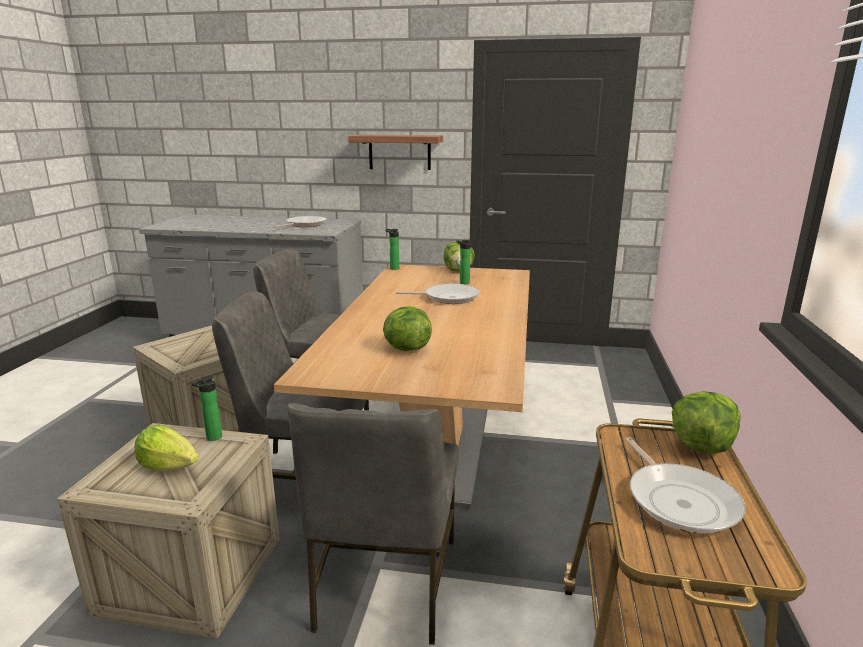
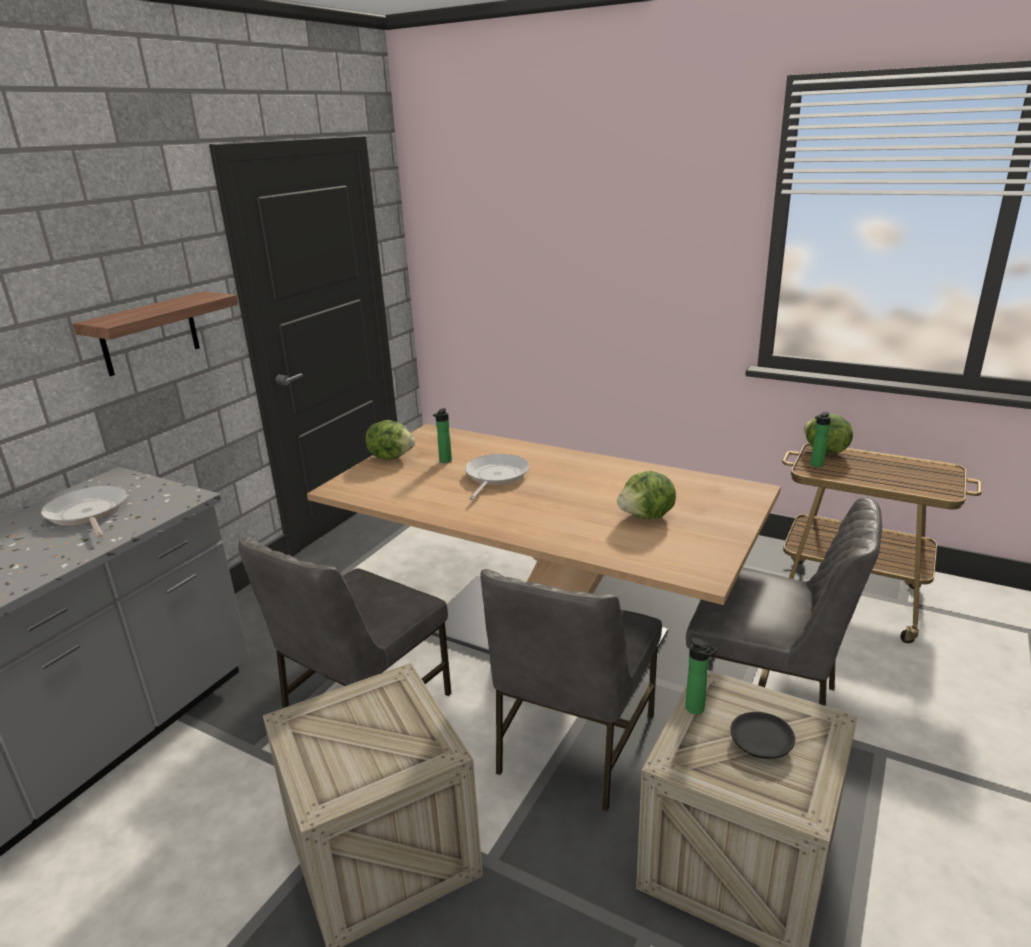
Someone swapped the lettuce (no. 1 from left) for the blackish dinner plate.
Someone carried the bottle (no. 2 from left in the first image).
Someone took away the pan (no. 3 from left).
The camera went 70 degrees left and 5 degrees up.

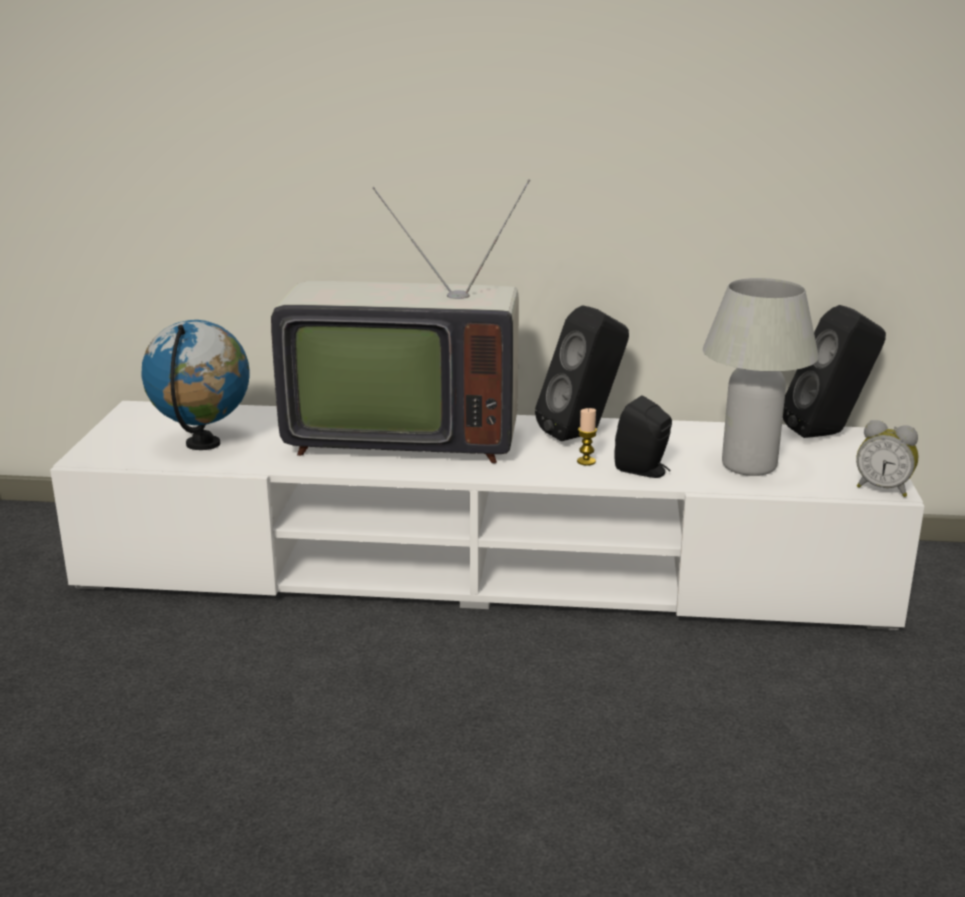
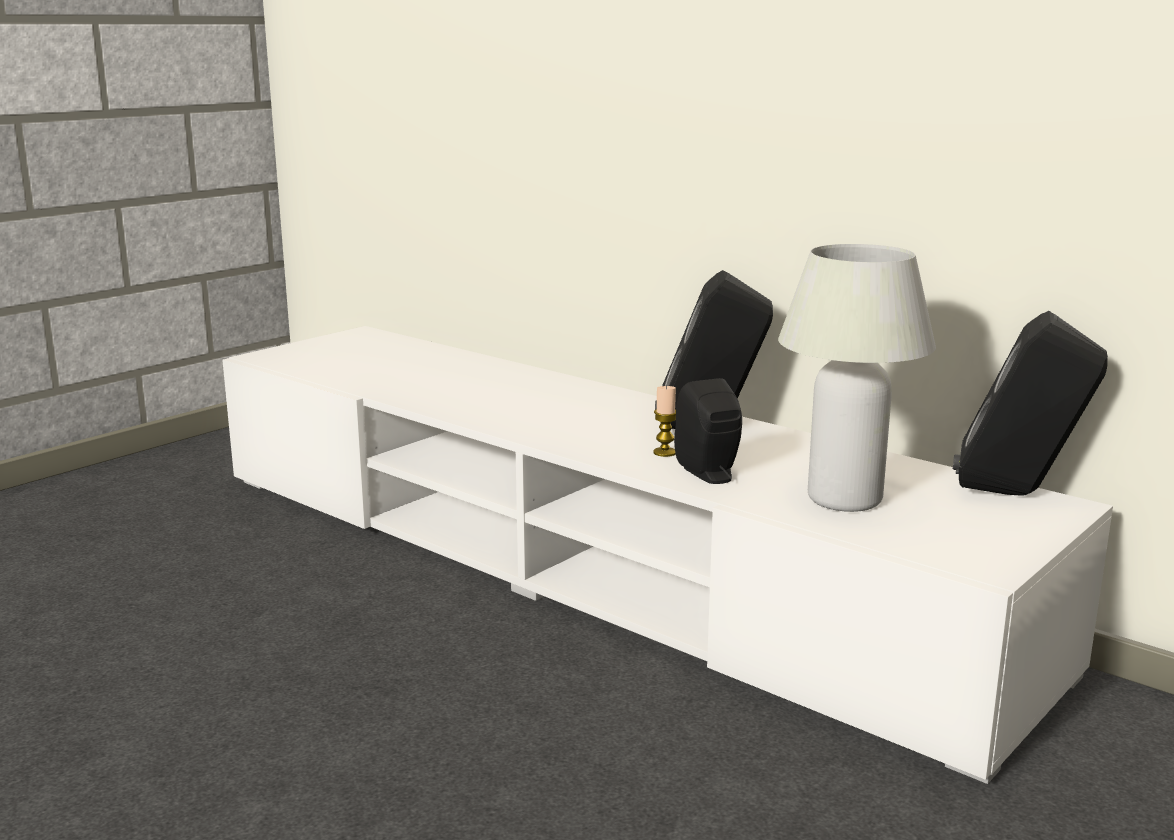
Someone took away the desk globe.
Someone took away the TV.
Someone took away the bedside clock.
The camera went 35 degrees right and 5 degrees down.

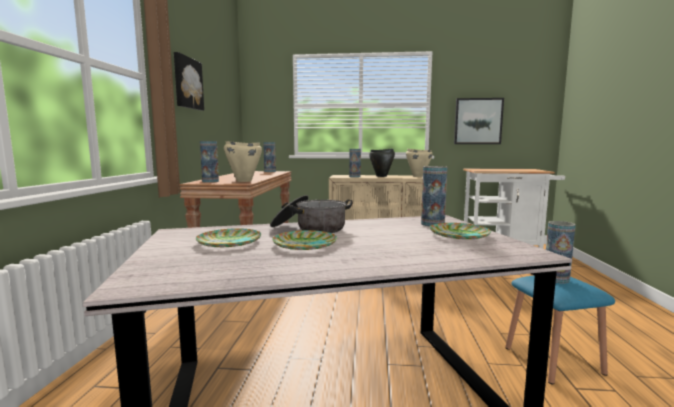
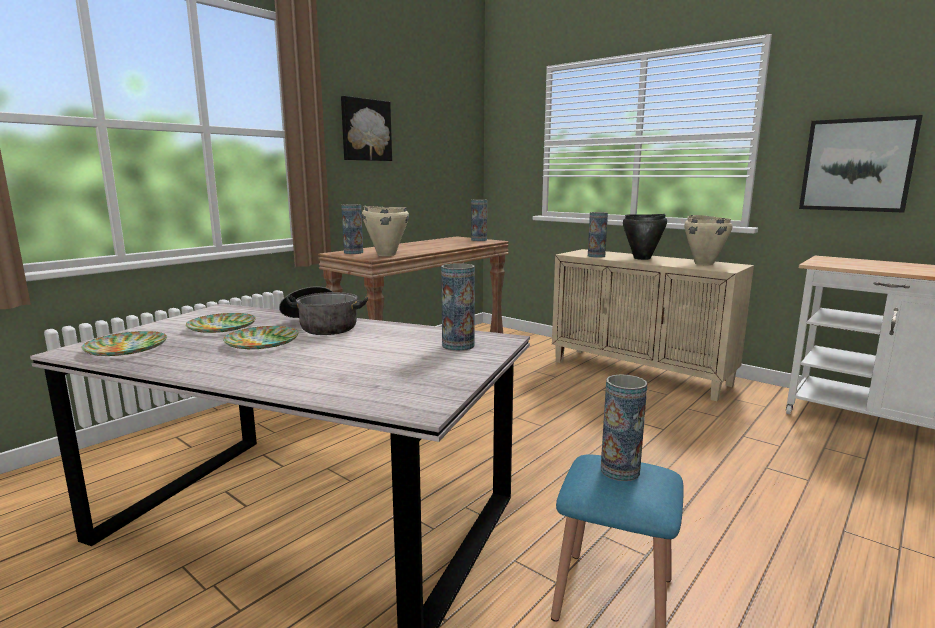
Someone carried the dinner plate (no. 3 from left in the first image).
The camera went 35 degrees right and 5 degrees up.

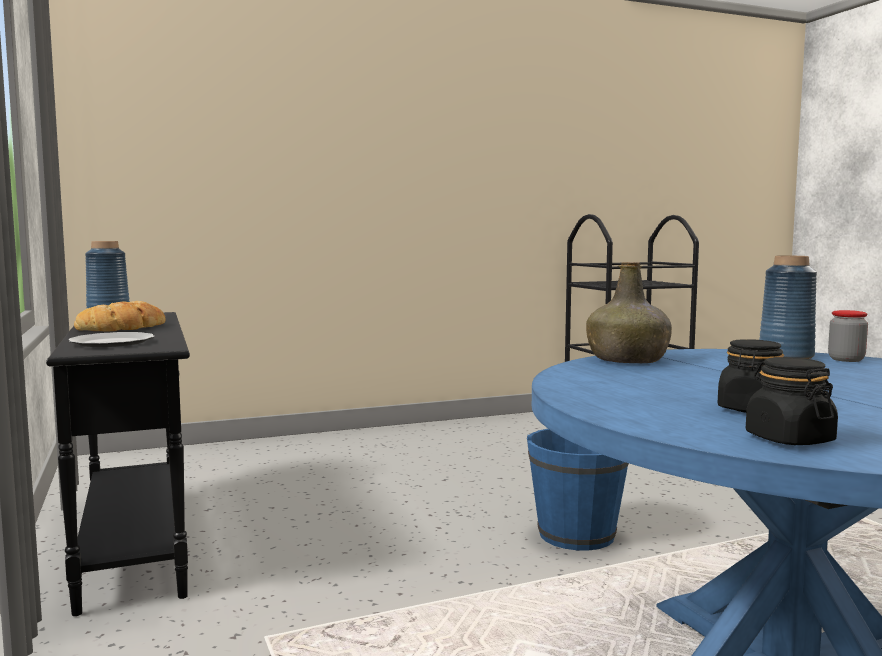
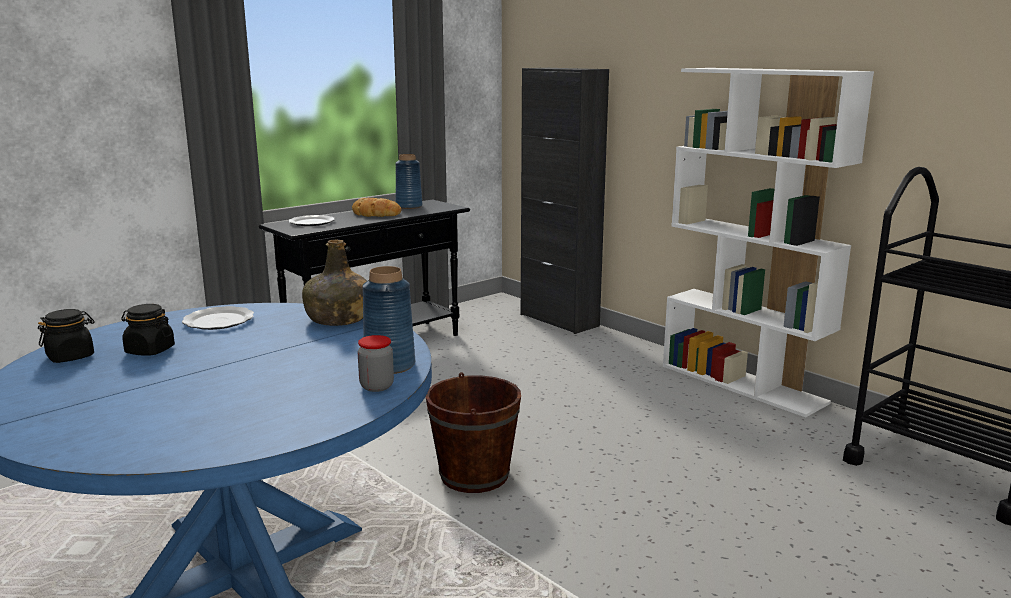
Someone put down the dinner plate (no. 1 from left).
Someone repainted the bluish pail, which became the brown pail.
Someone put down the blackish cupboard.
Someone put down the white shelving unit.
The camera went 70 degrees right and 10 degrees up.

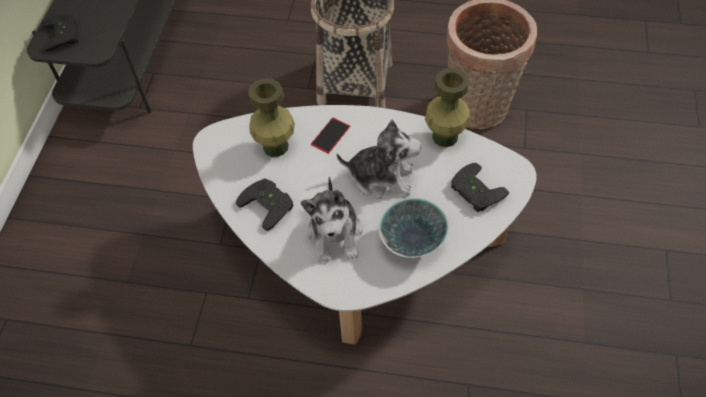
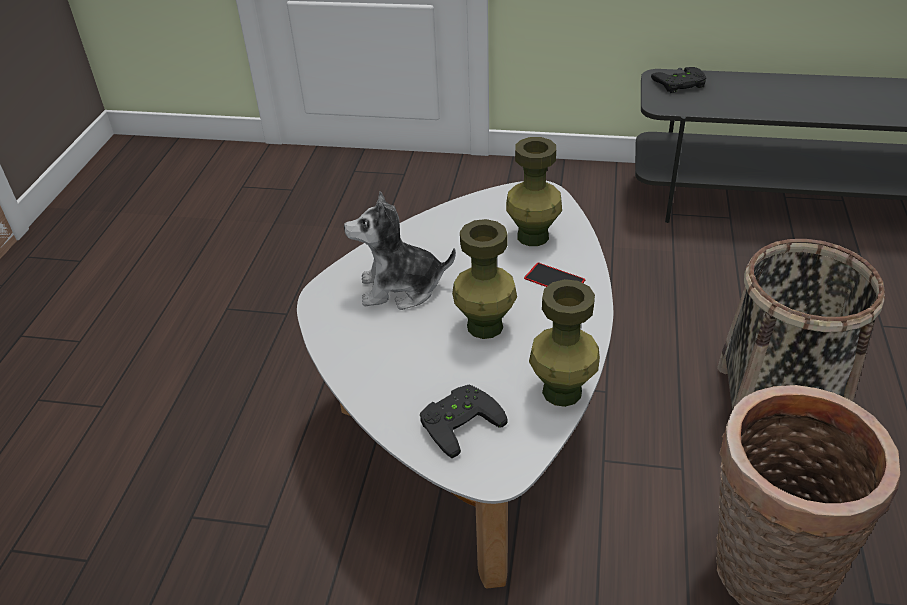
Someone swapped the soft toy (no. 2 from left) for the green-coloured vase (no. 1 from left).
Someone took away the blackish game controller (no. 2 from left).
Someone took away the serving bowl.
The camera went 90 degrees right and 15 degrees down.

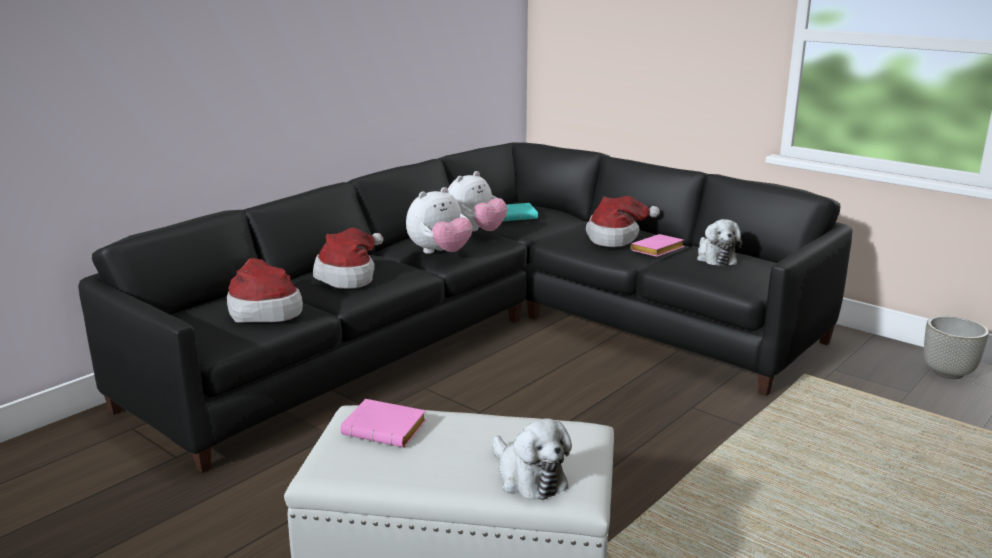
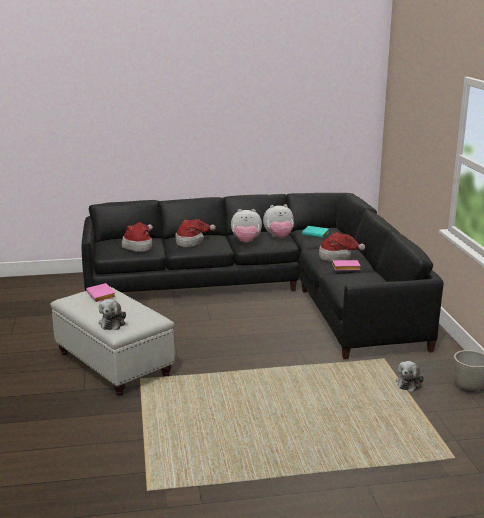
Someone carried the soft toy (no. 4 from left).
The camera went 40 degrees right and 0 degrees up.

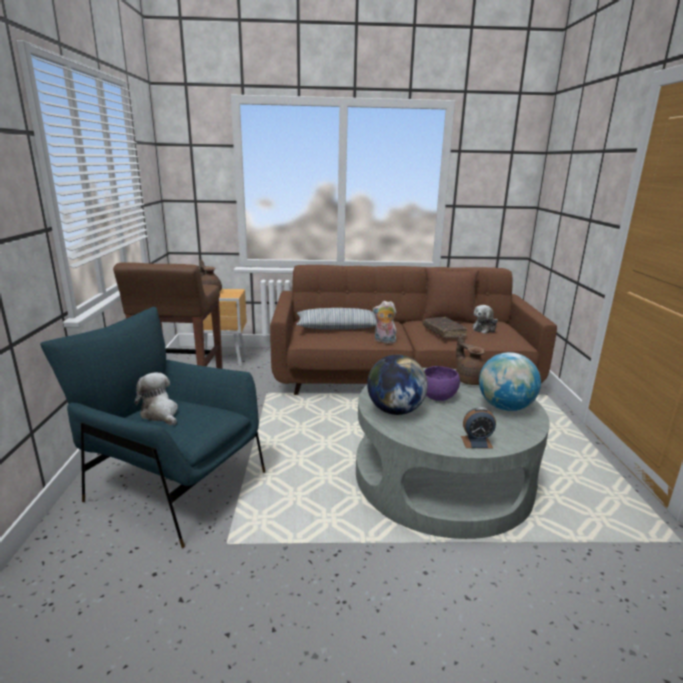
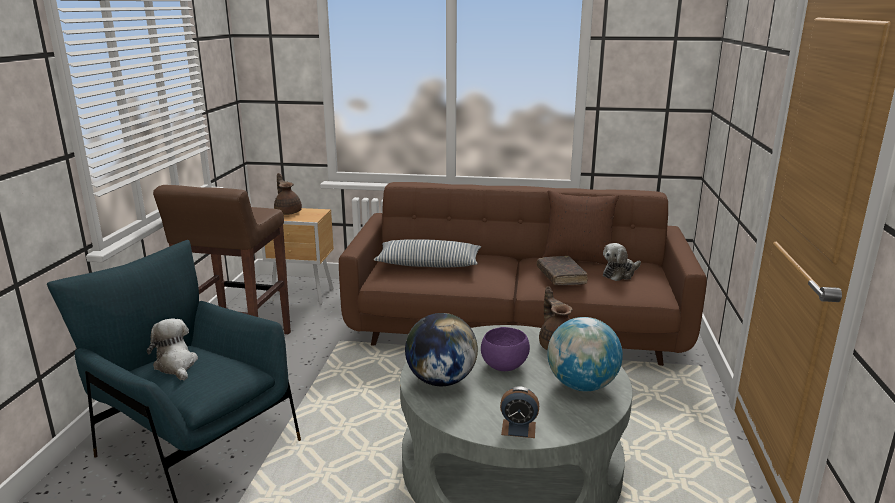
Someone took away the soft toy (no. 2 from left).
The camera went 10 degrees right and 0 degrees up.

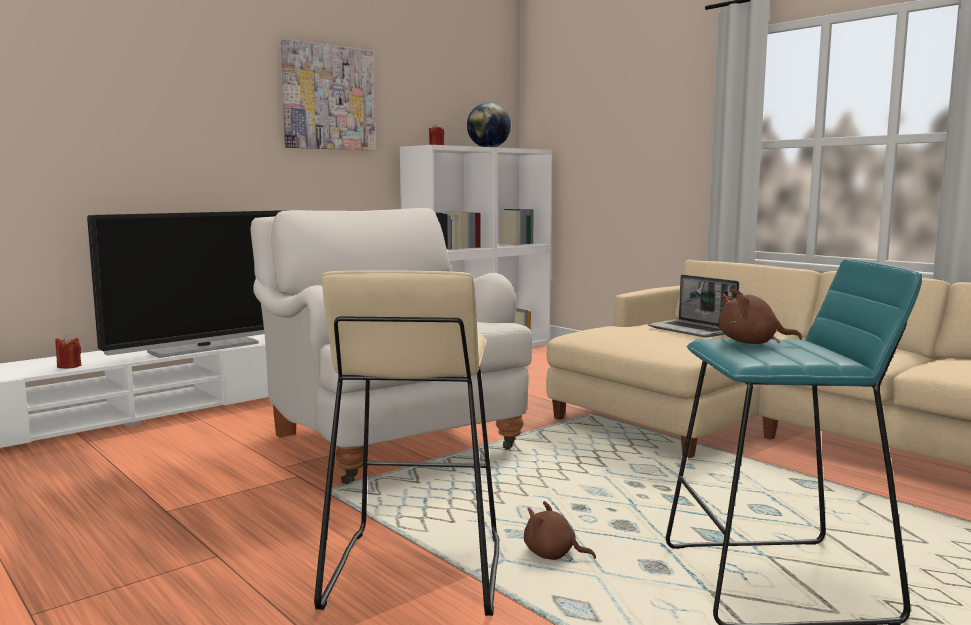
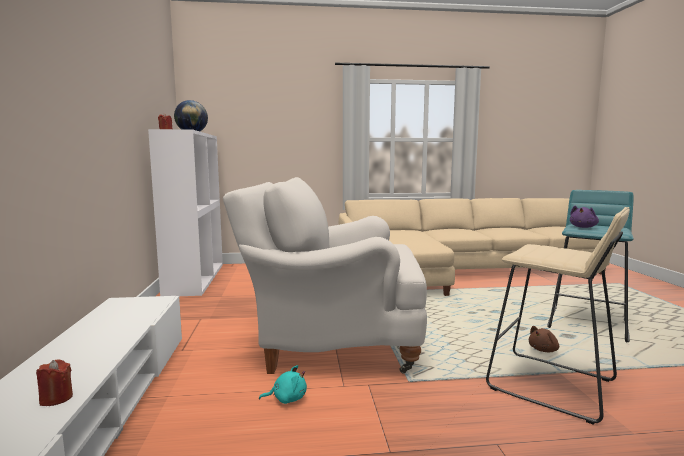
Someone put down the turquoise soft toy.
Someone repainted the brown soft toy (no. 2 from left), which became the purplish soft toy.
Someone took away the TV.
Someone took away the wall art.
Someone took away the portable computer.
The camera went 55 degrees left and 0 degrees up.

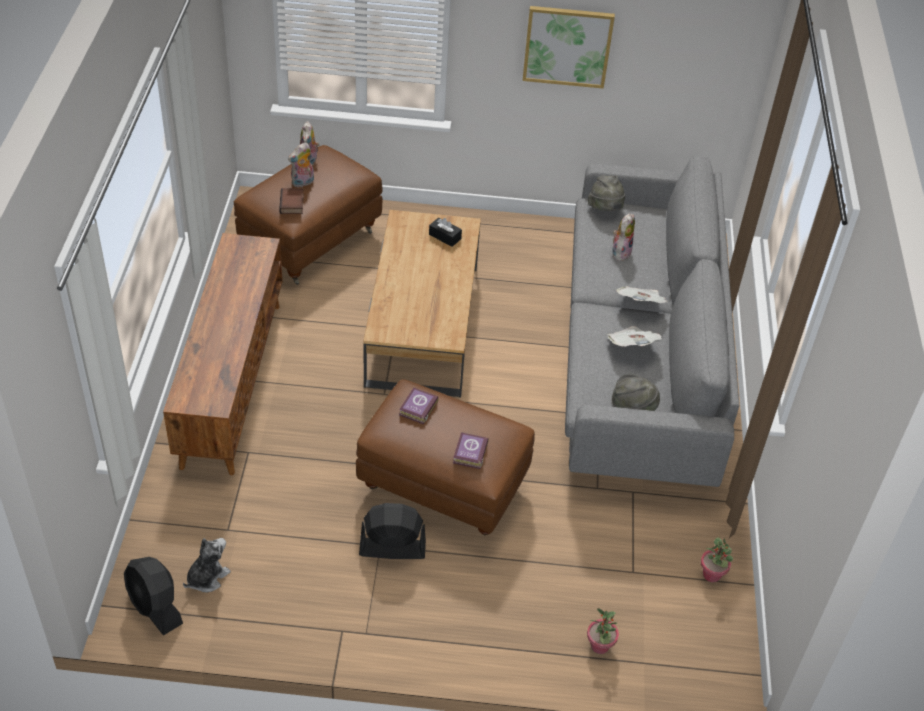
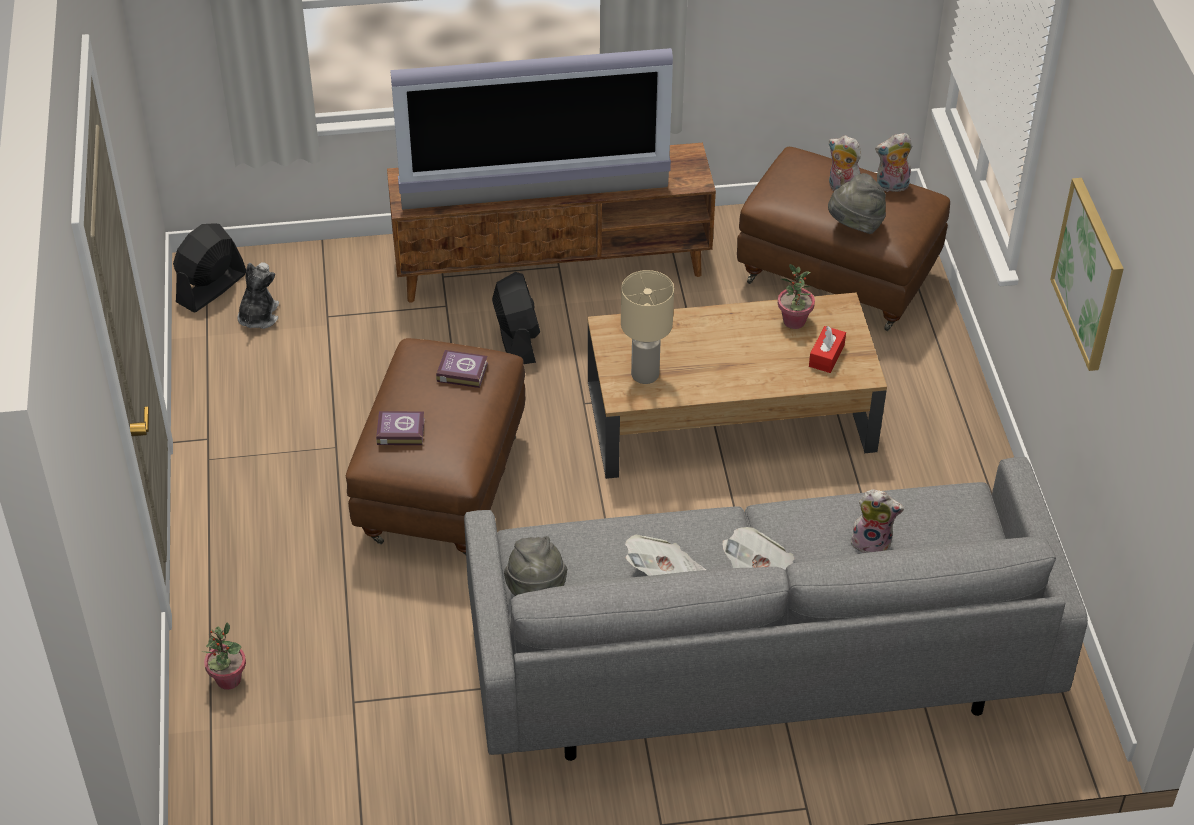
Someone rotated the soft toy (no. 1 from left) by 105 degrees counterclockwise.
Someone put down the TV.
Someone carried the blackish fan (no. 2 from left).
Someone put down the beige tabletop lamp.
Someone carried the potted plant (no. 2 from left).
Someone repainted the blackish tissue holder, which became the red tissue holder.
Someone carried the grey clothing hat (no. 1 from left in the first image).
Someone took away the book (no. 1 from left).
The camera went 80 degrees right and 0 degrees up.

